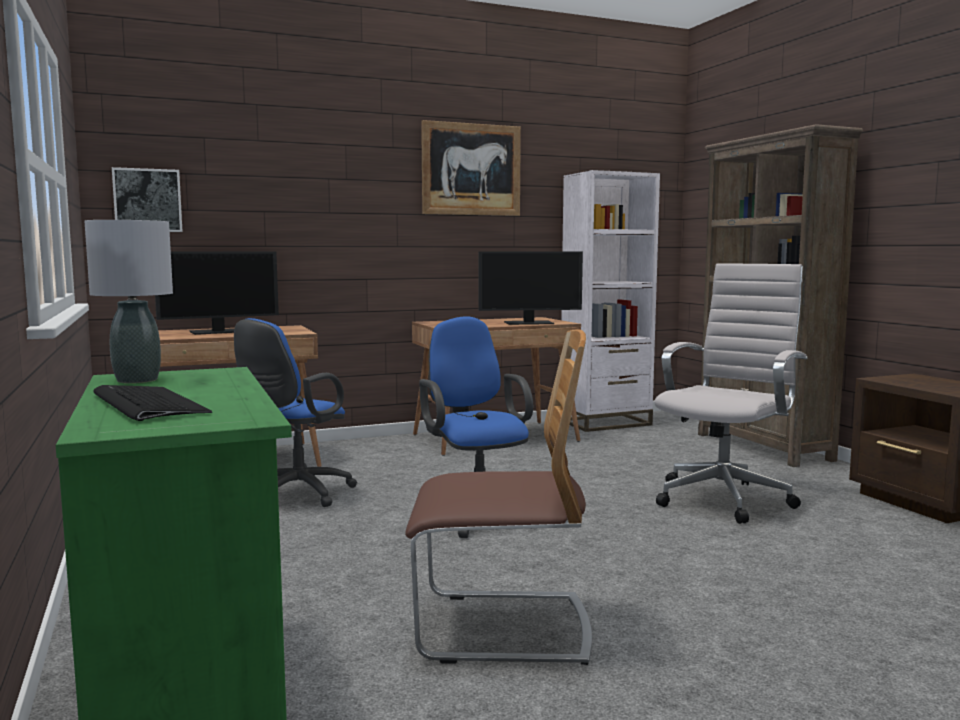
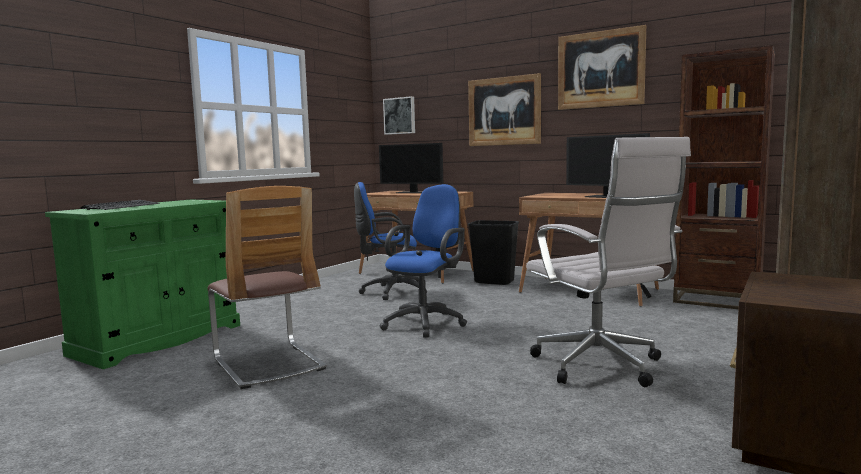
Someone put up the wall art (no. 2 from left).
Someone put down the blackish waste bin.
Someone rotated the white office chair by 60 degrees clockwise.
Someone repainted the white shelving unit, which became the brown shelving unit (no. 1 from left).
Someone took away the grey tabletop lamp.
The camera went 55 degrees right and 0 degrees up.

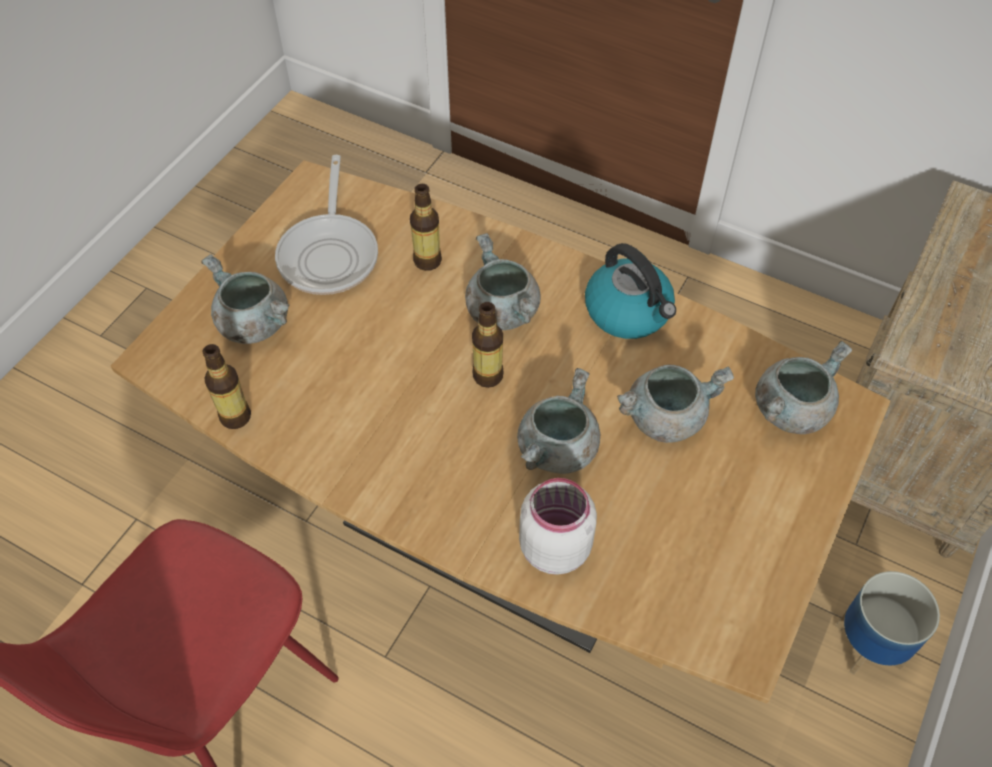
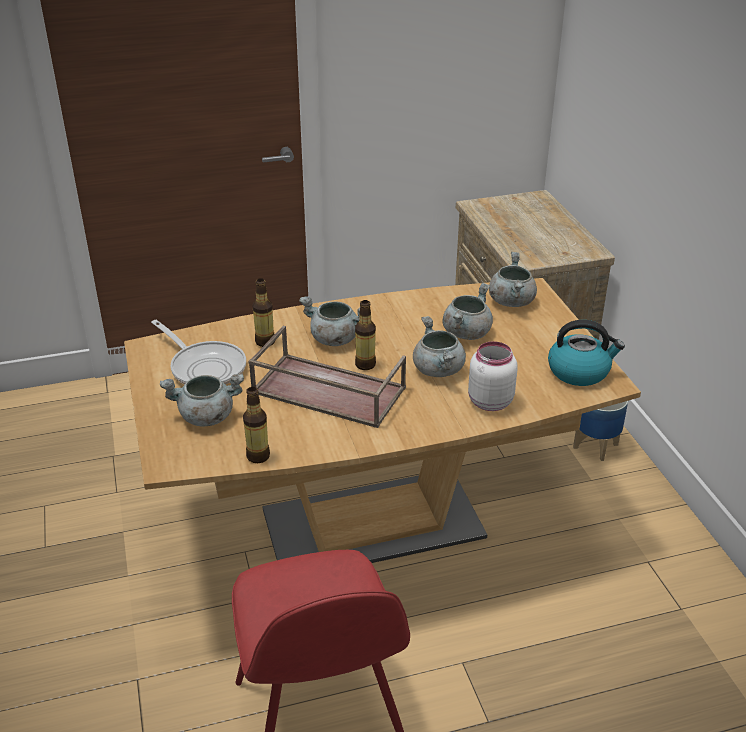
Someone put down the brown serving tray.
Someone carried the tea kettle.
The camera went 45 degrees left and 20 degrees down.

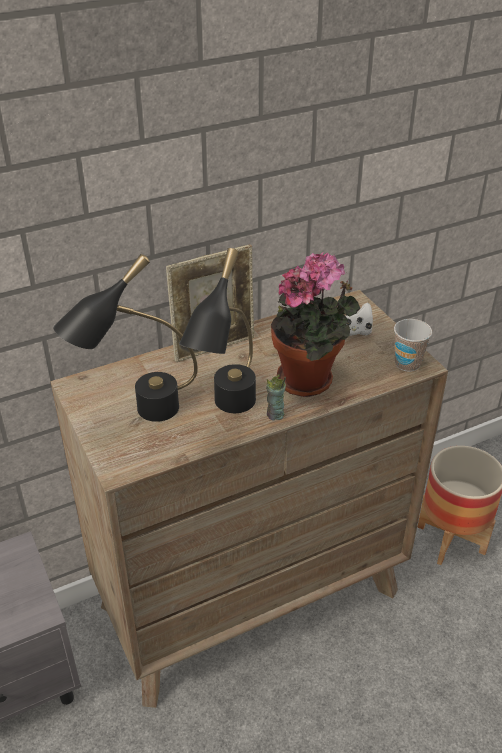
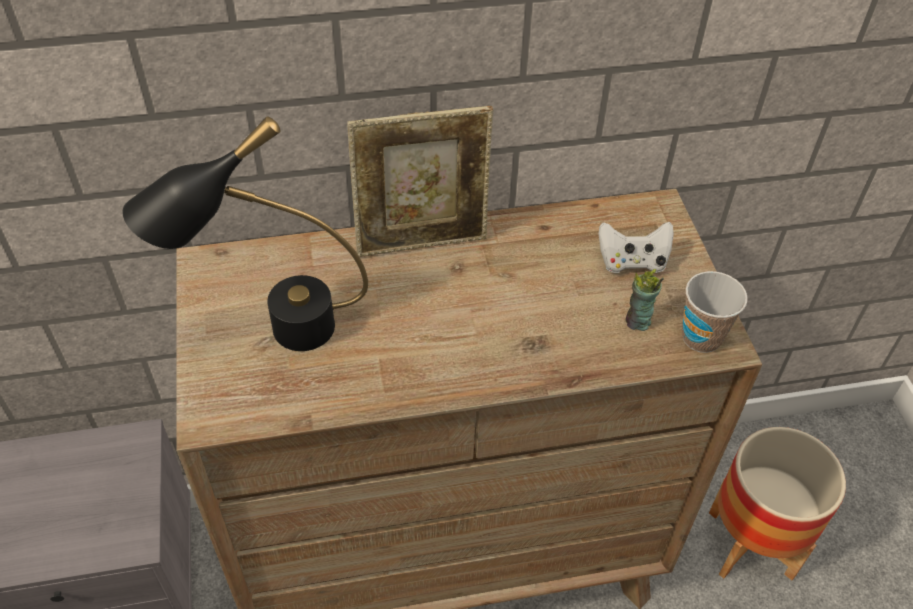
Someone carried the small cup (no. 1 from left).
Someone took away the blackish tabletop lamp (no. 2 from left).
Someone took away the potted plant.
The camera went 15 degrees right and 10 degrees up.

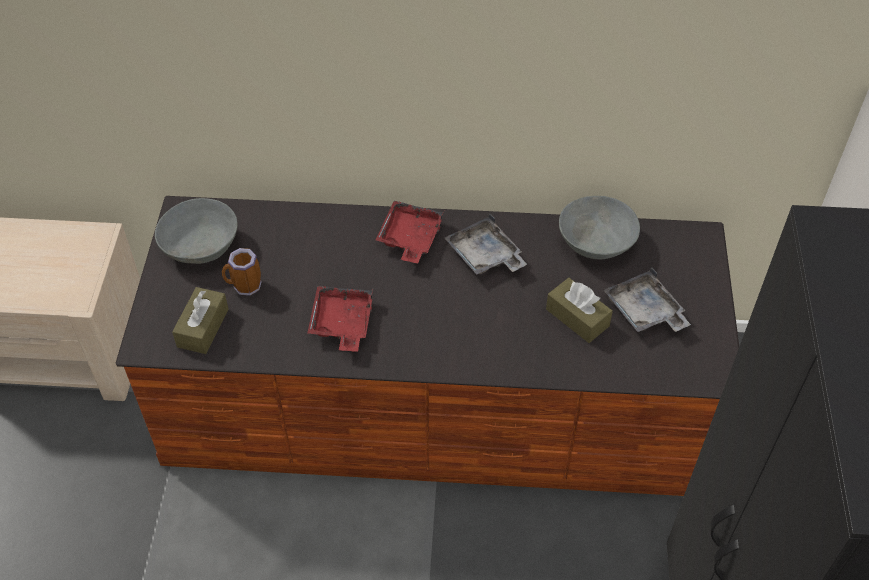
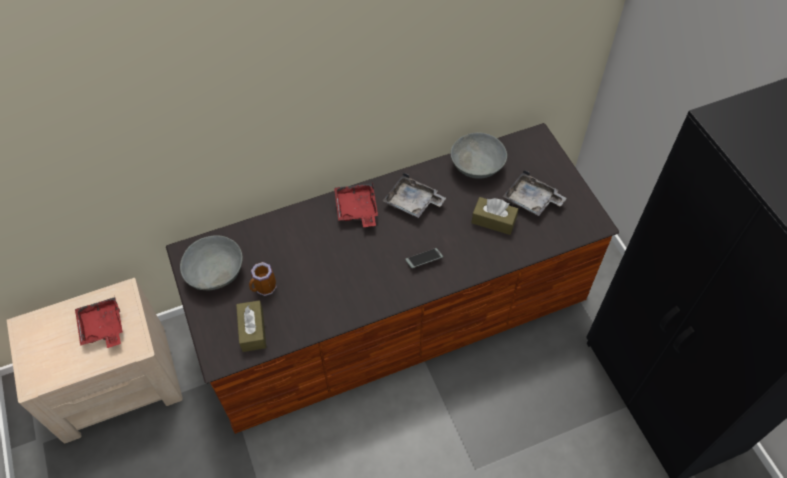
Someone carried the red serving tray (no. 1 from left).
Someone put down the telephone.
The camera went 25 degrees left and 5 degrees up.

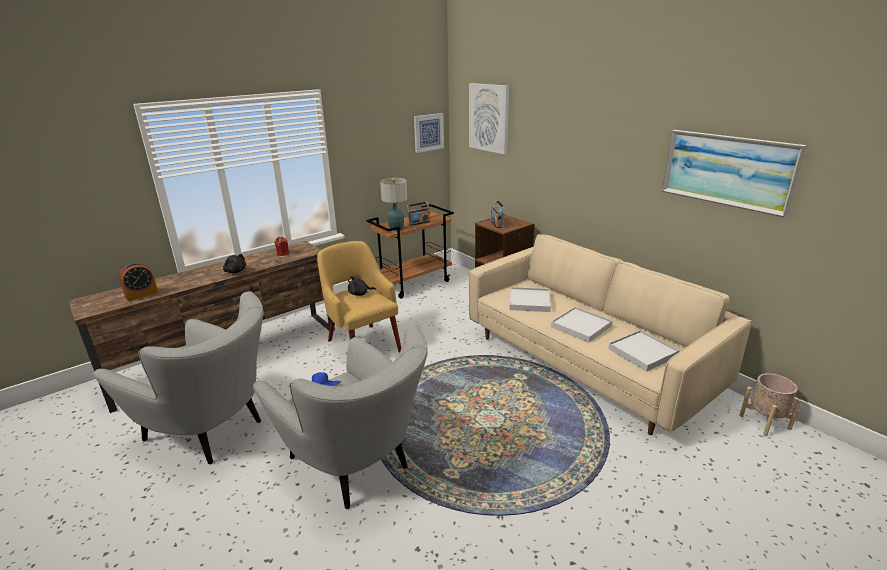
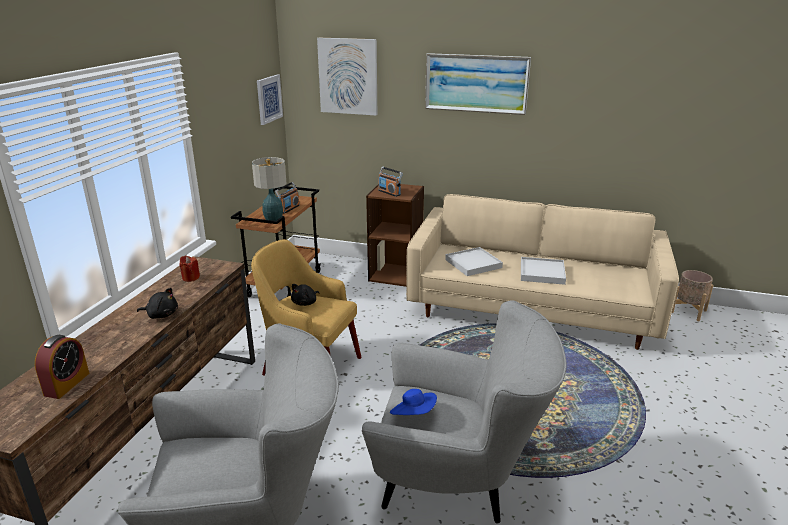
Someone carried the wall art (no. 3 from left).
Someone took away the white serving tray (no. 3 from left).
The camera went 35 degrees left and 0 degrees up.

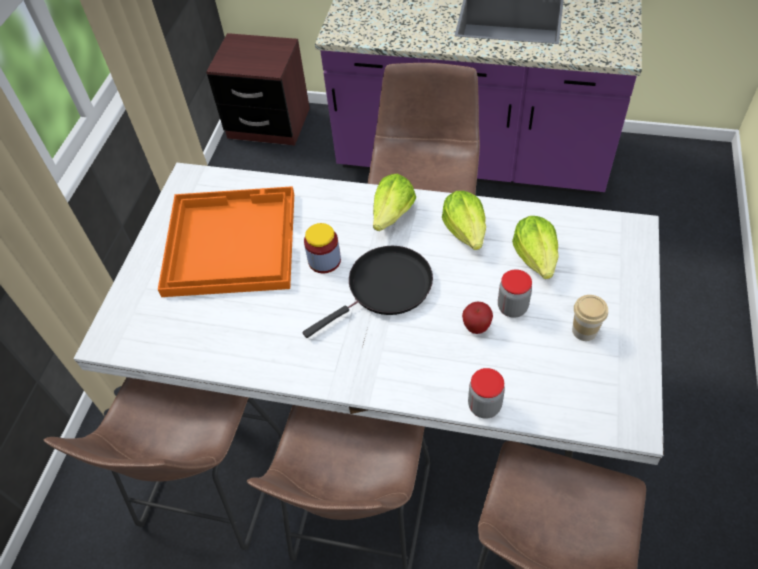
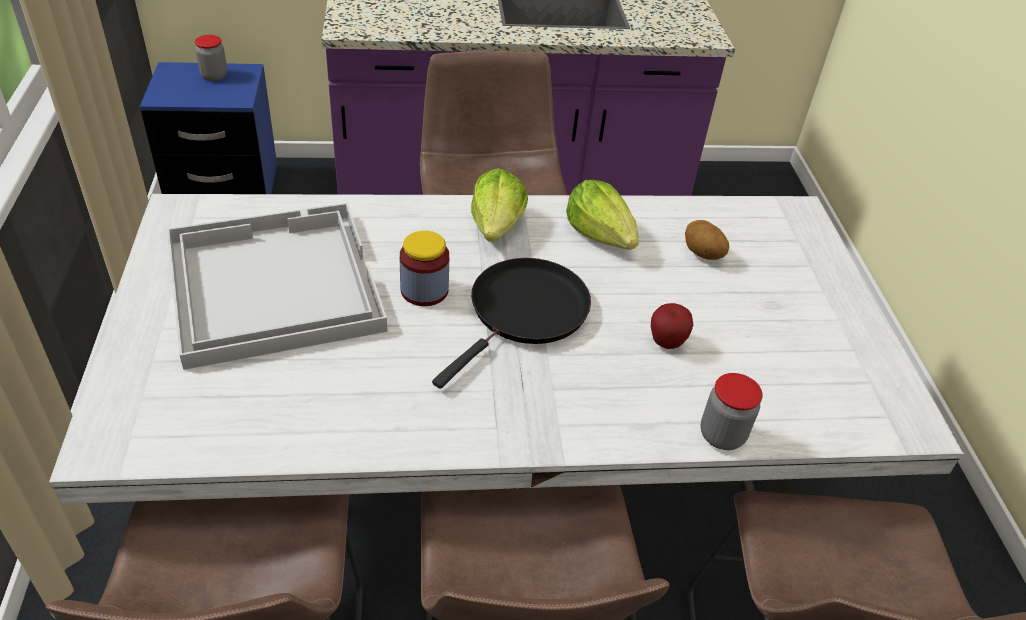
Someone repainted the brown nightstand, which became the bluish nightstand.
Someone repainted the orange-coloured serving tray, which became the white serving tray.
Someone carried the storage jar (no. 3 from left in the first image).
Someone swapped the lettuce (no. 3 from left) for the potato.
Someone took away the small cup.
The camera went 25 degrees left and 10 degrees down.

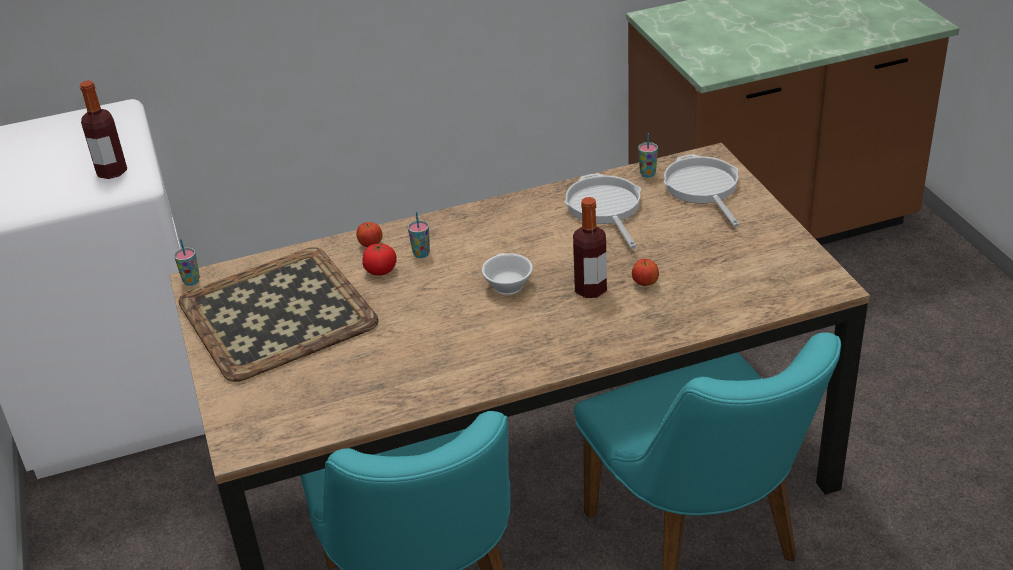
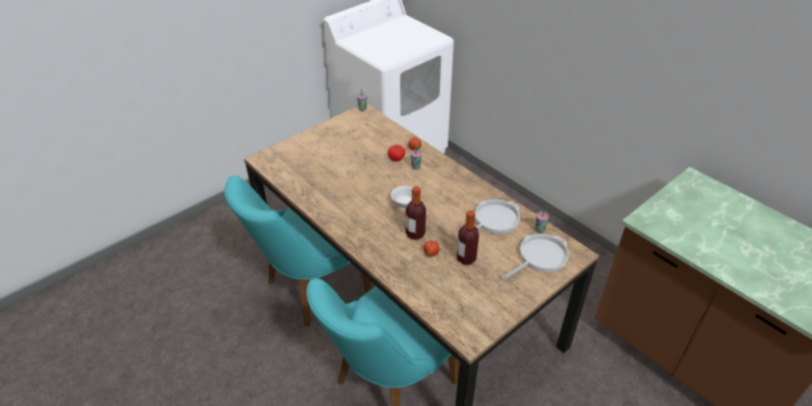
Someone carried the bottle (no. 1 from left in the first image).
Someone took away the serving tray.
The camera went 65 degrees right and 5 degrees up.

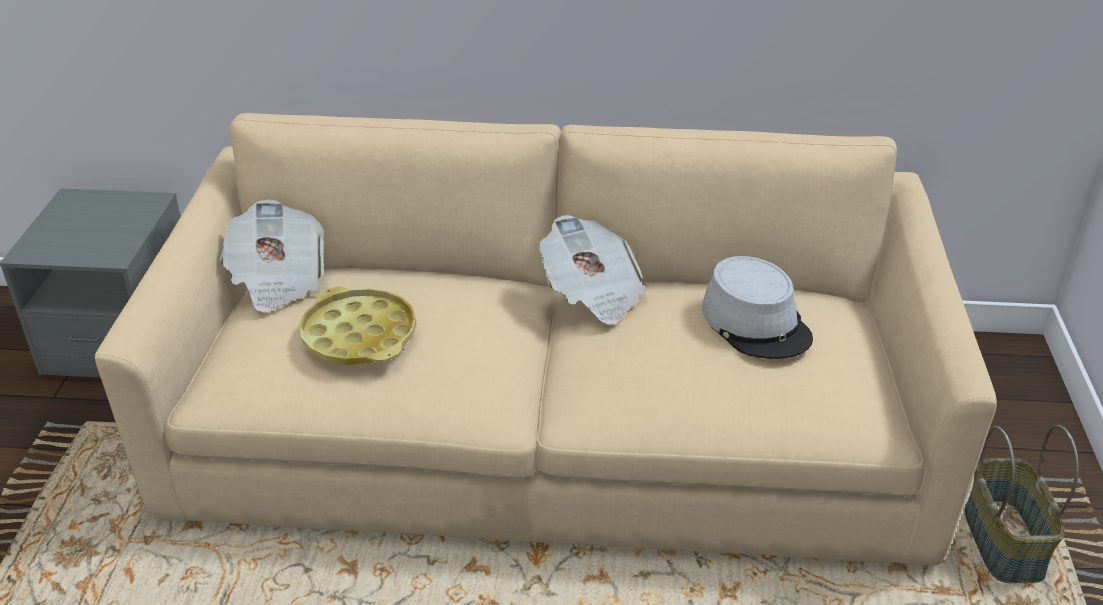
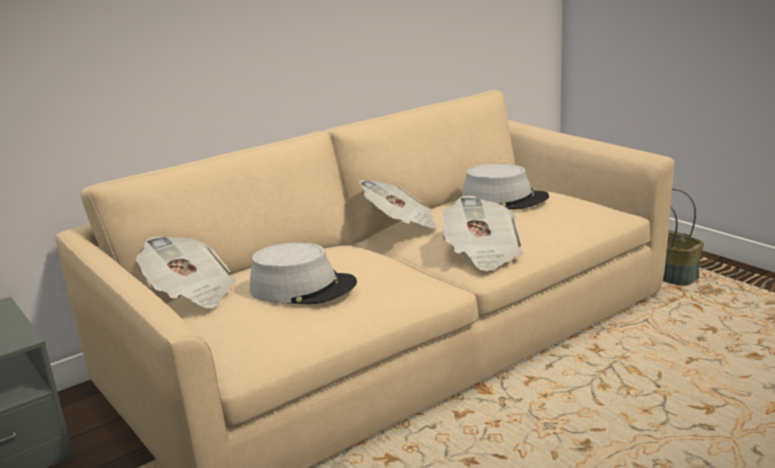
Someone swapped the yellowish serving tray for the grey clothing hat (no. 1 from left).
Someone put down the daily paper (no. 3 from left).
The camera went 40 degrees left and 15 degrees down.

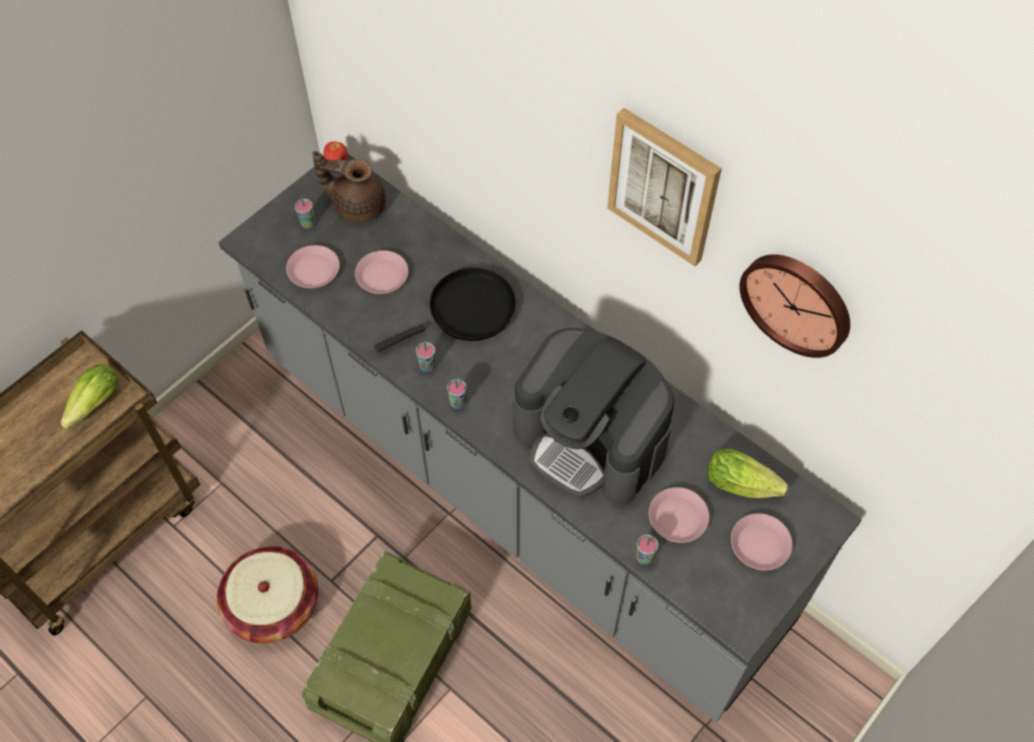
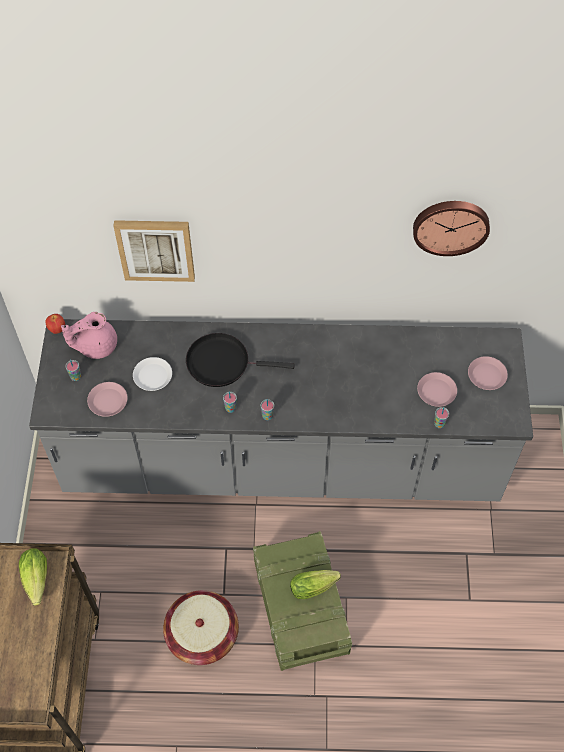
Someone repainted the brown teapot, which became the pinkish teapot.
Someone carried the wall art.
Someone repainted the pinkish dinner plate (no. 2 from left), which became the white dinner plate.
Someone rotated the blackish pan by 105 degrees counterclockwise.
Someone carried the lettuce (no. 2 from left).
Someone took away the coffee machine.
The camera went 40 degrees left and 0 degrees up.

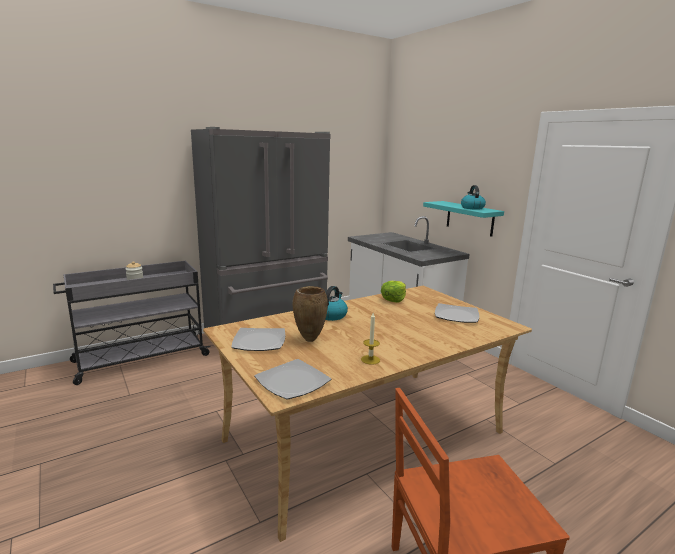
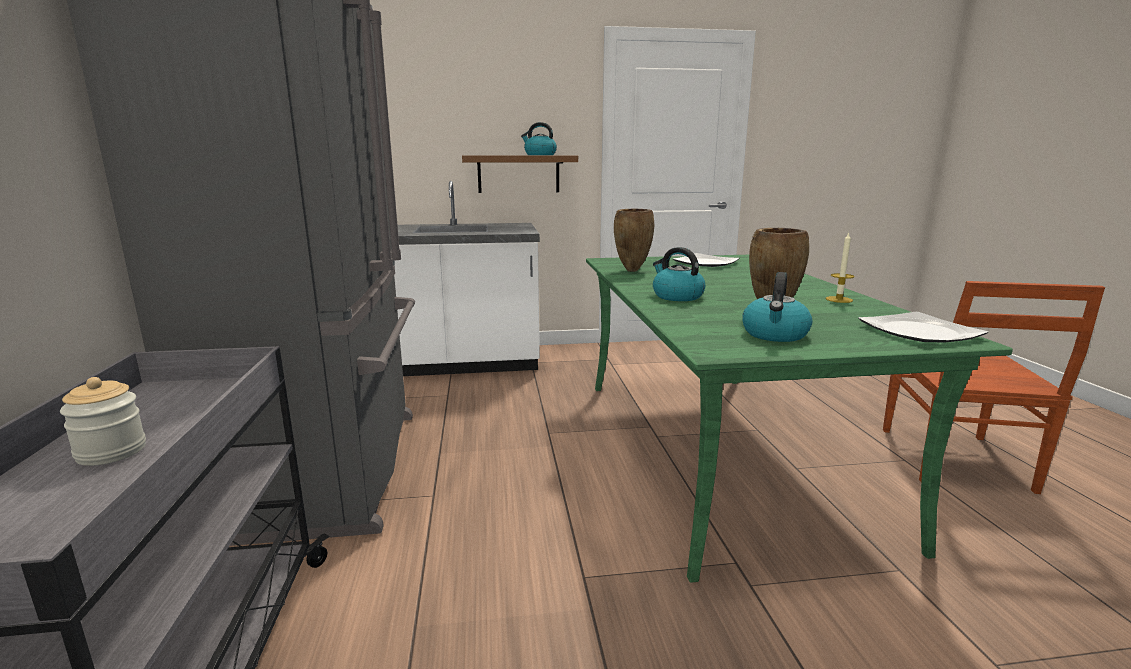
Someone repainted the turquoise bracket shelf, which became the brown bracket shelf.
Someone repainted the beige dinner table, which became the green-coloured dinner table.
Someone swapped the lettuce for the brown vase (no. 1 from left).
Someone swapped the dinner plate (no. 1 from left) for the tea kettle (no. 3 from left).
The camera went 65 degrees left and 0 degrees up.

